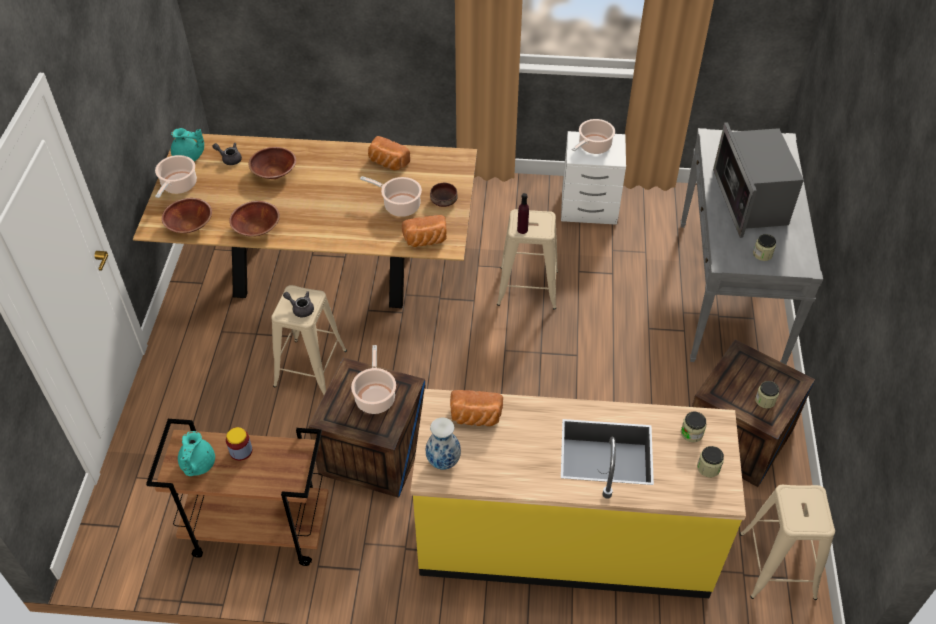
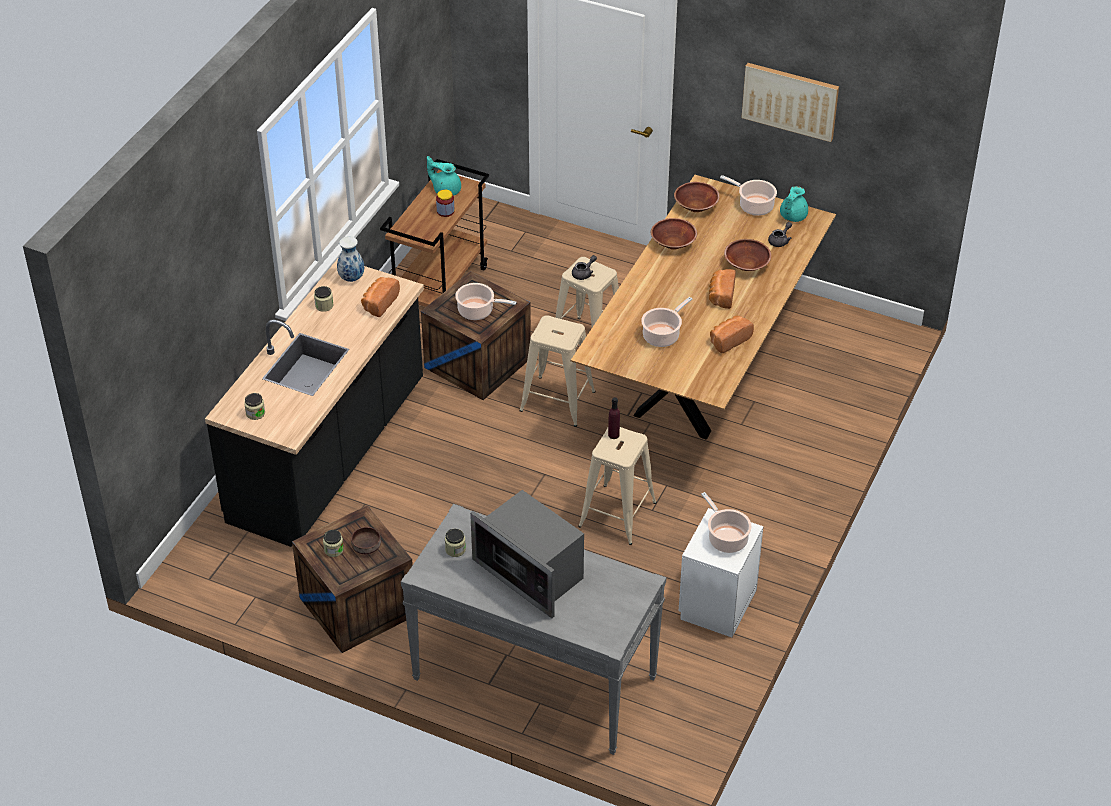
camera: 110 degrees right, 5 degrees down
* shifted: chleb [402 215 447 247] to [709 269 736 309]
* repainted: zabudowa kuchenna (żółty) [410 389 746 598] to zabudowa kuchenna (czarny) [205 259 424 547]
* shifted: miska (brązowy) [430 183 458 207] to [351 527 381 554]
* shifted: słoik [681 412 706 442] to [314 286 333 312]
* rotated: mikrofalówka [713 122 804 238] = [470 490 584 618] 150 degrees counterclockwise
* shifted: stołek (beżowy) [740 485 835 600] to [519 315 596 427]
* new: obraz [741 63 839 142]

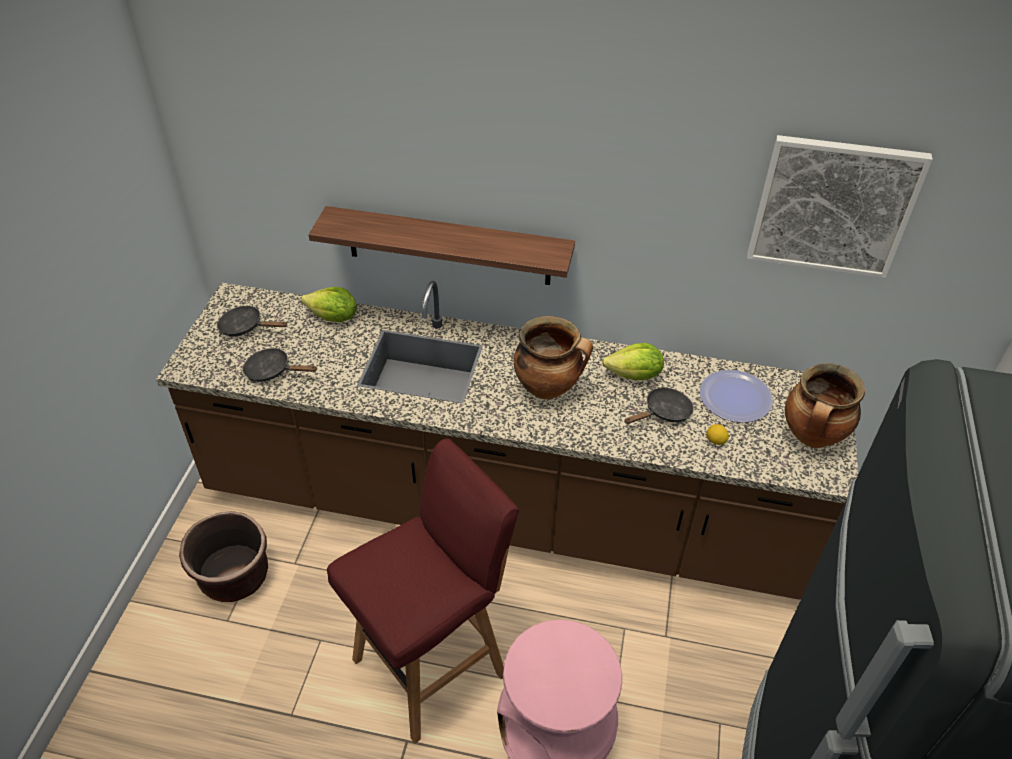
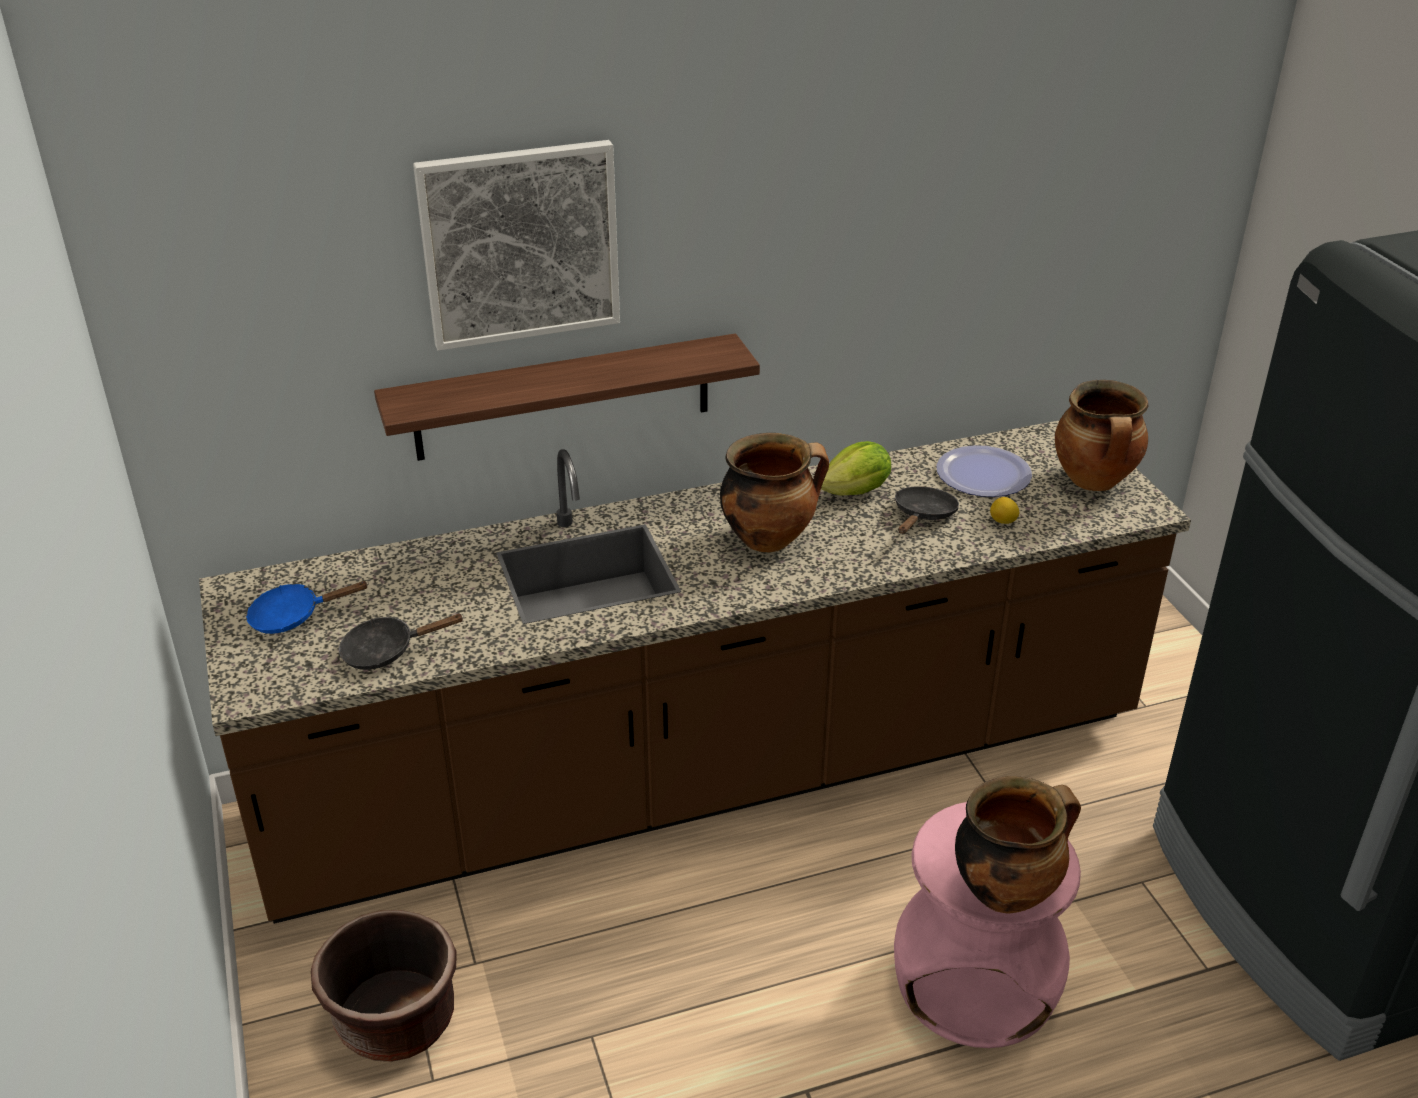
camera: 30 degrees left, 10 degrees down
* repainted: patelnia (czarny) [217 305 288 336] to patelnia (niebieski) [246 581 369 634]
* gone: sałata [301 287 357 322]
* gone: stołek (czerwony) [327 438 519 744]
* shifted: obraz [747 135 933 278] to [413 140 620 351]
* new: garnek [955 776 1081 914]

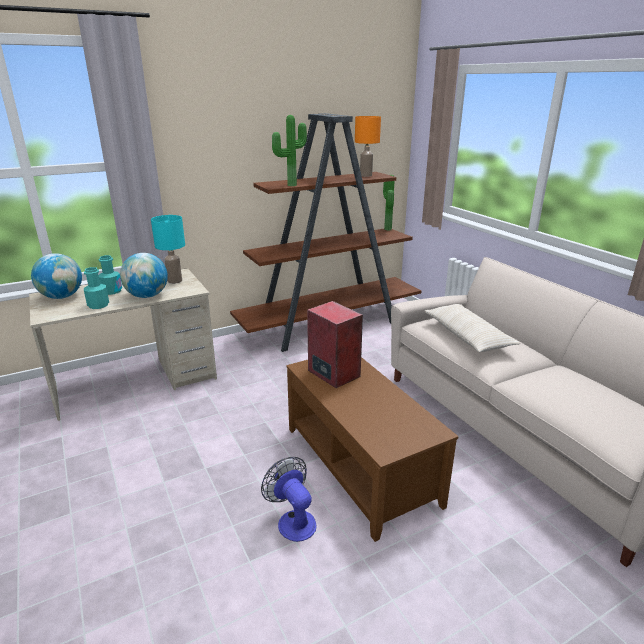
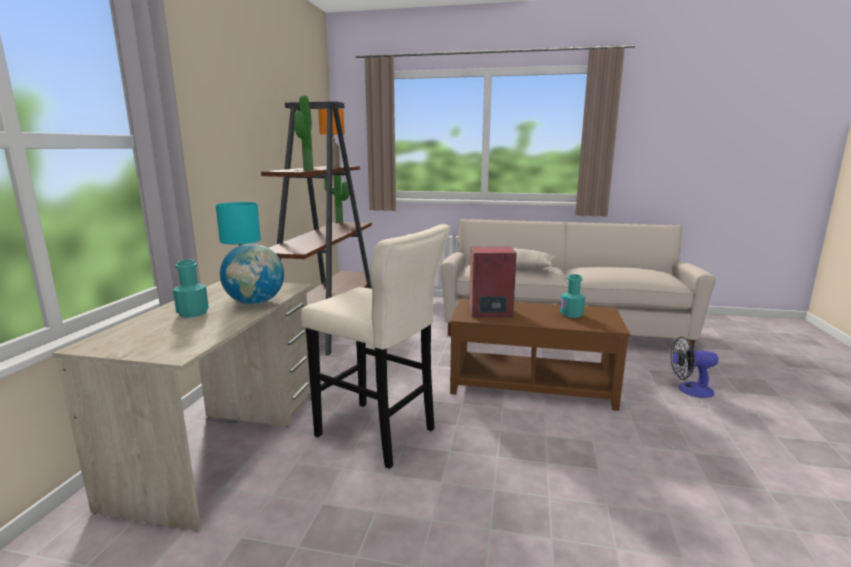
camera: 50 degrees left, 10 degrees down
* gone: globus [31 253 82 299]
* shifted: butelka (turkusowy) [84 267 109 309] to [560 274 585 318]
* shifted: wentylator [261 457 316 542] to [670 337 718 398]
* new: stołek (beżowy) [301 224 451 469]

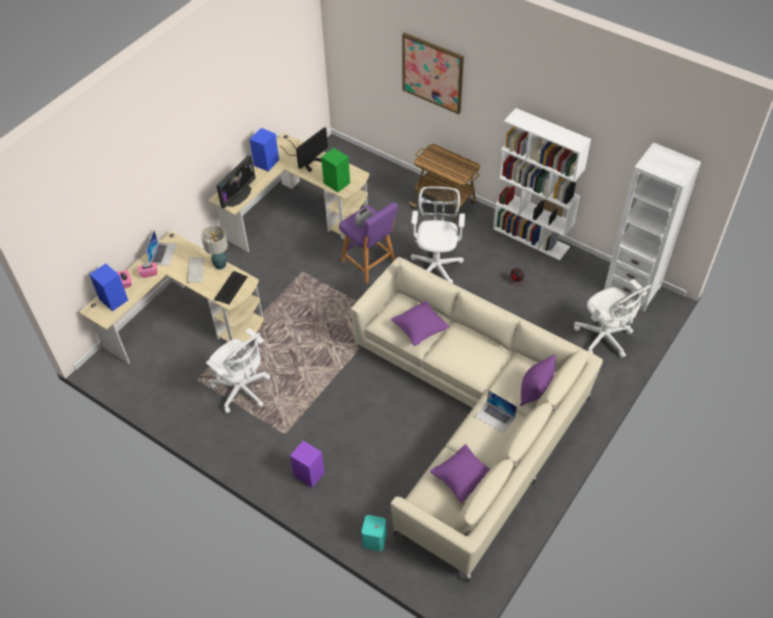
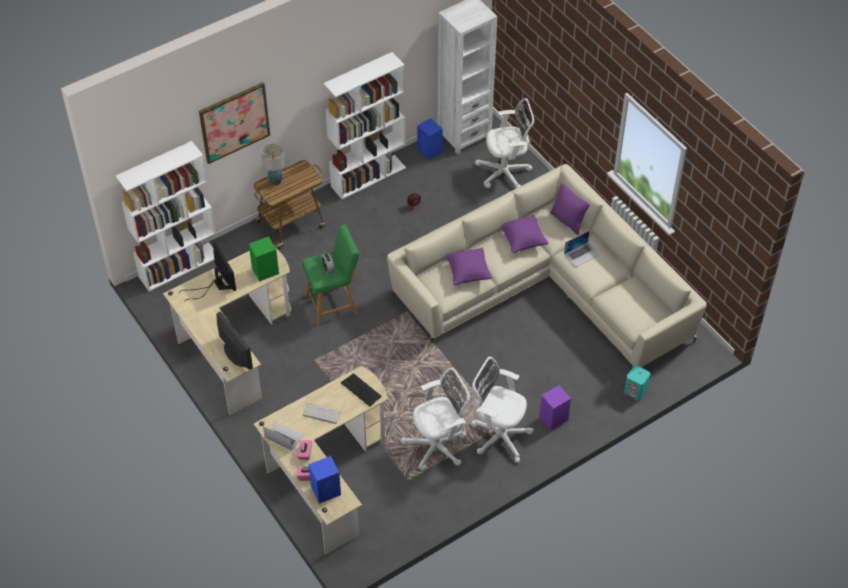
camera: 70 degrees left, 0 degrees up
* shifted: lampa stołowa [201 225 228 269] to [261 143 285 185]
* shifted: głośnik (niebieski) [249 128 279 171] to [417 118 443 160]
* repainted: stołek (fioletowy) [339 202 398 283] to stołek (zielony) [302 224 359 326]
* shifted: krzesło biurowe (biały) [411 186 465 283] to [471 357 534 463]
* shifted: poduszka (fioletowy) [430 444 490 503] to [501 215 549 253]
* new: regał (biały) [116 141 216 291]

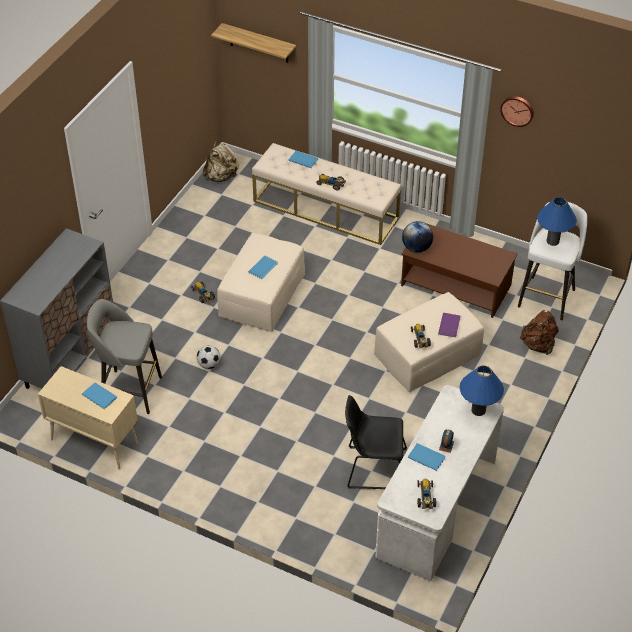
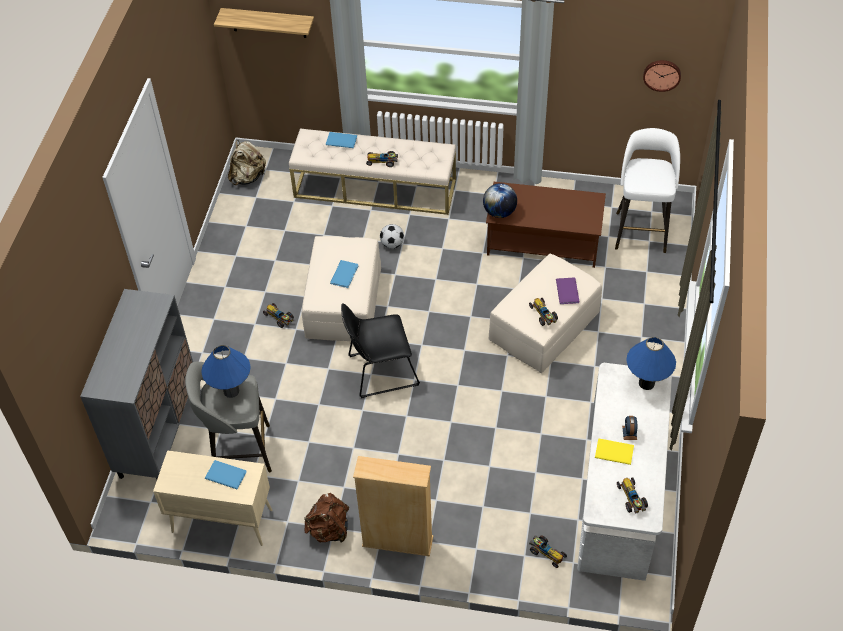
camera: 15 degrees left, 5 degrees up
* shifted: piłka futbolowa [197 345 220 369] to [380 224 404 249]
* shifted: krzesło (czarny) [345 395 407 489] to [341 304 420 398]
* repainted: książka (niebieski) [408 443 445 471] to książka (żółty) [595 439 634 465]
* shifted: zegar ścienny [500 96 534 127] to [643 60 681 92]
* shifted: plecak (brązowy) [520 310 559 355] to [304 493 349 543]
* shifted: lampa stołowa (niebieski) [537 197 577 246] to [201 345 251 398]
* new: regał (beżowy) [353 456 433 557]
* new: samochodzik [529 535 567 568]

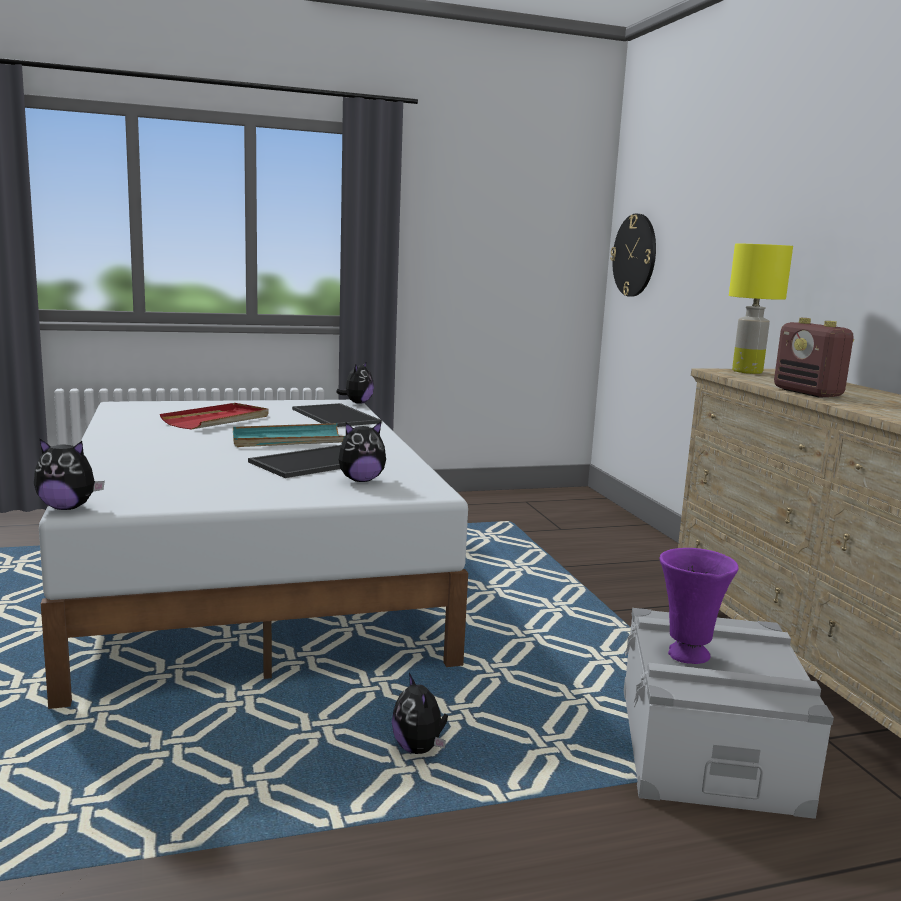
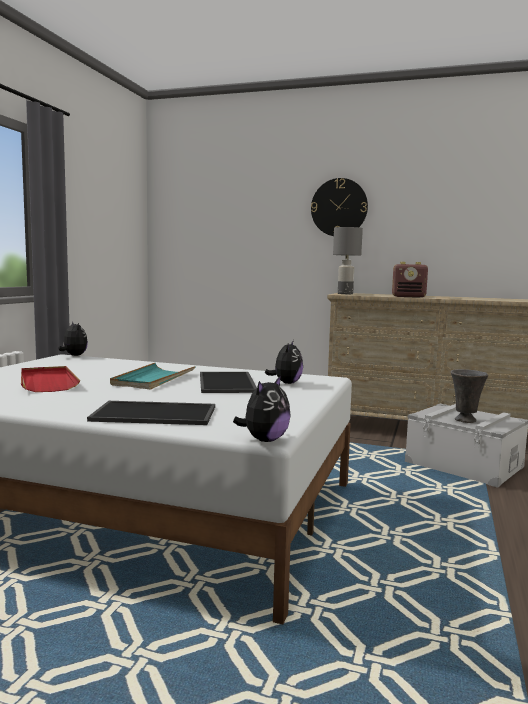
camera: 55 degrees left, 5 degrees down
* shifted: taca [292 403 382 427] to [87 401 215 425]
* gone: pluszak [392 673 448 754]
* shifted: zegar ścienny [610 214 656 297] to [311 178 368 236]
* repainted: wazon (fioletowy) [660 548 739 664] to wazon (szary) [451 369 488 423]
* repainted: lampa stołowa (żółty) [729 243 793 374] to lampa stołowa (szary) [333 227 363 294]

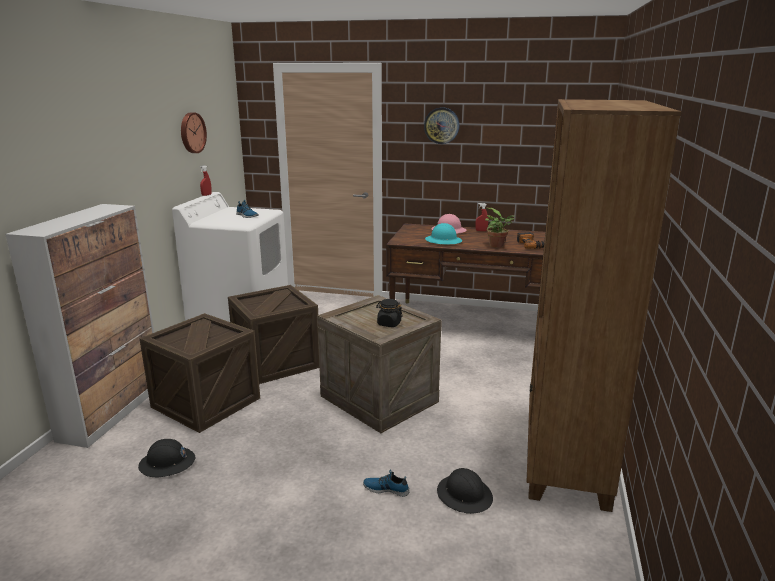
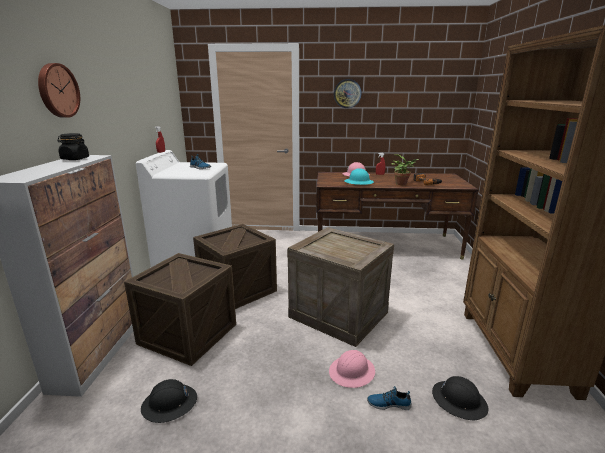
camera: 10 degrees left, 0 degrees up
* shifted: zegar ścienny [181 112 207 153] to [38 63 80 118]
* shifted: słoik (czarny) [376 299 403 327] to [58 133 89 160]
* new: kask (różowy) [329 350 375 388]

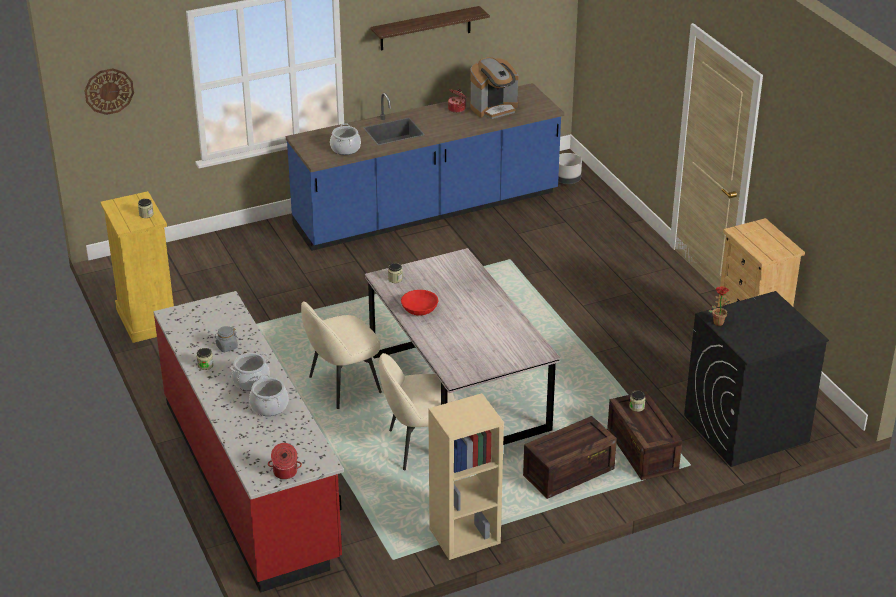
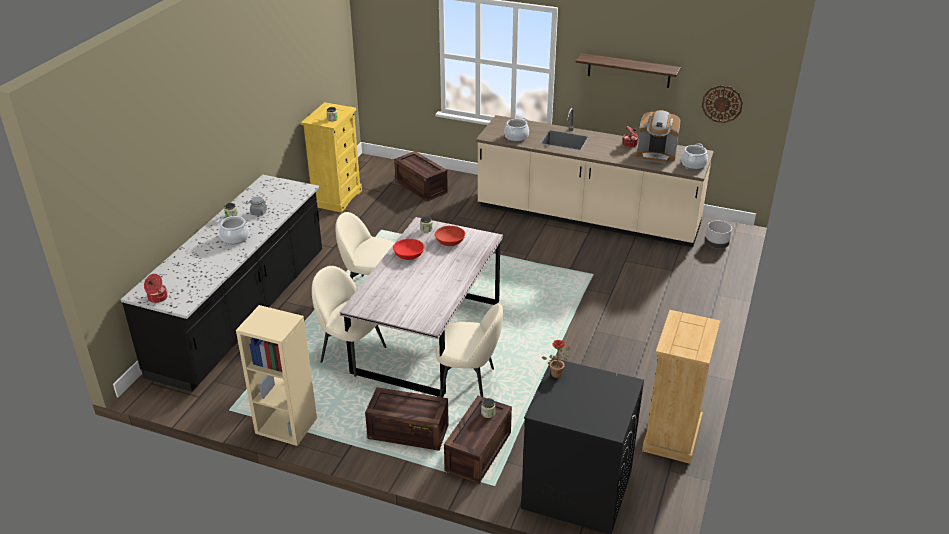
camera: 45 degrees right, 0 degrees up
* shifted: zegar ścienny [84 68 134 115] to [702 85 743 123]
* repainted: zabudowa kuchenna (czerwony) [154 291 344 593] to zabudowa kuchenna (czarny) [121 175 322 392]
* shifted: garnek [249 374 288 416] to [681 143 708 169]
* repainted: zabudowa kuchenna (niebieski) [286 83 564 251] to zabudowa kuchenna (beżowy) [476 108 714 247]
* new: skrzynka [394 151 448 202]
* new: miska (czerwony) [435 226 465 246]
* new: krzesło (beżowy) [436 303 503 397]

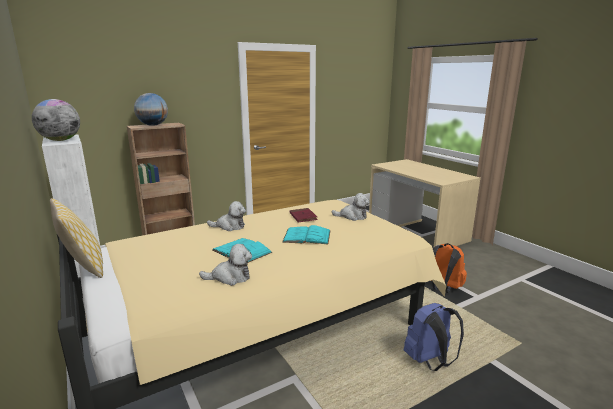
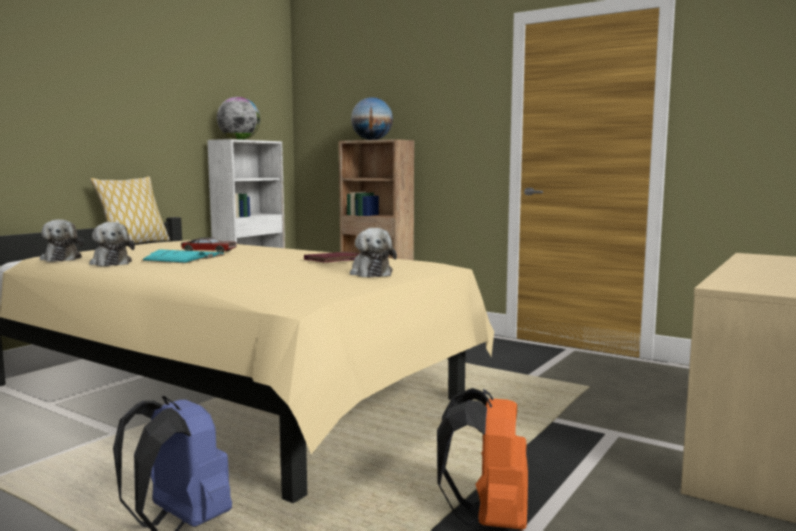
camera: 65 degrees right, 10 degrees down
* shifted: pluszak [207 201 246 231] to [40 220 84 262]
* gone: książka (turkusowy) [282 225 330 244]
* new: samochodzik [181 237 237 253]

